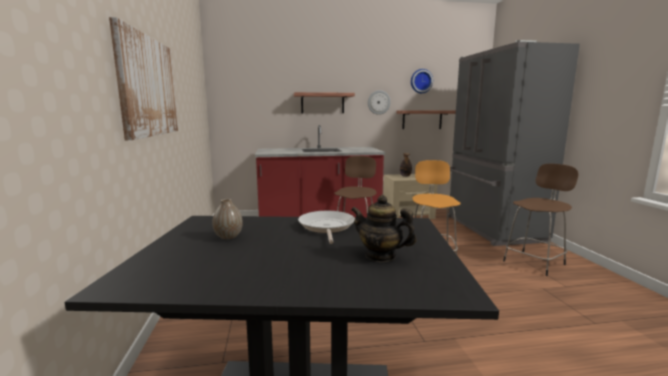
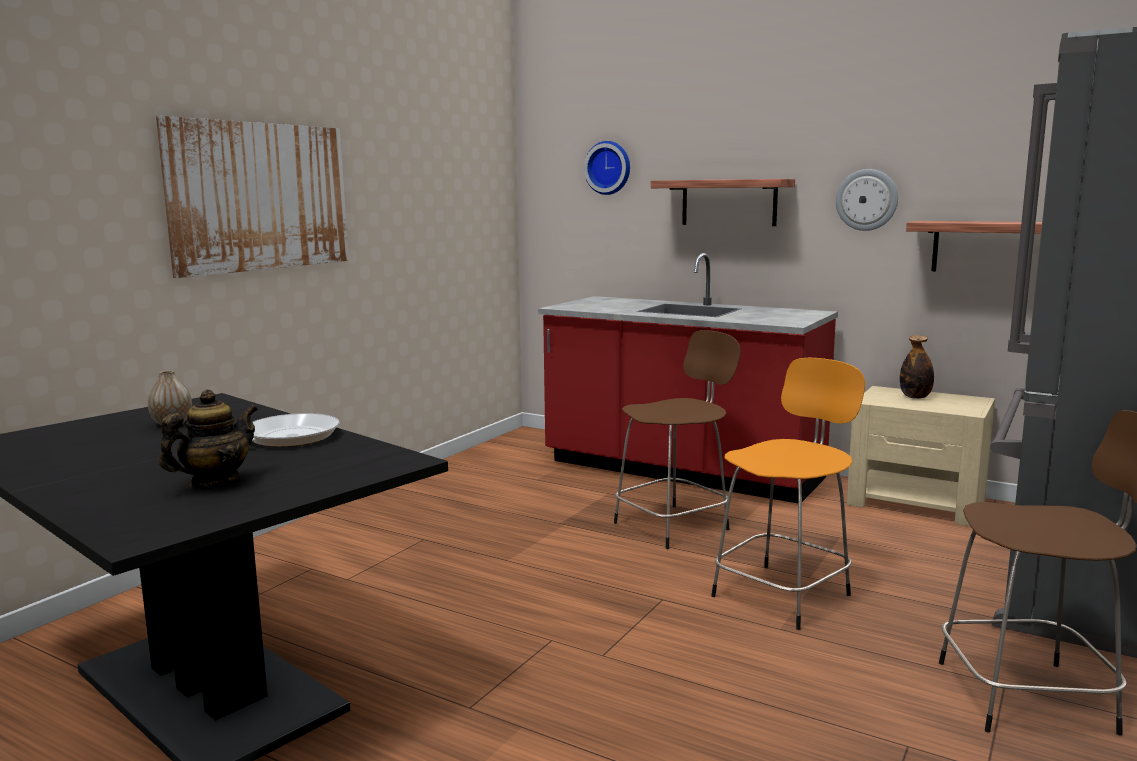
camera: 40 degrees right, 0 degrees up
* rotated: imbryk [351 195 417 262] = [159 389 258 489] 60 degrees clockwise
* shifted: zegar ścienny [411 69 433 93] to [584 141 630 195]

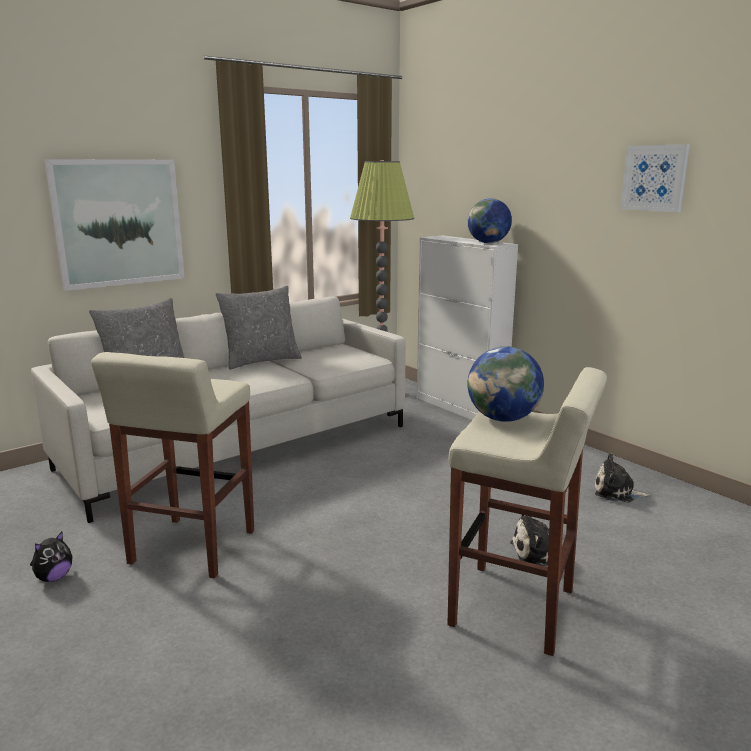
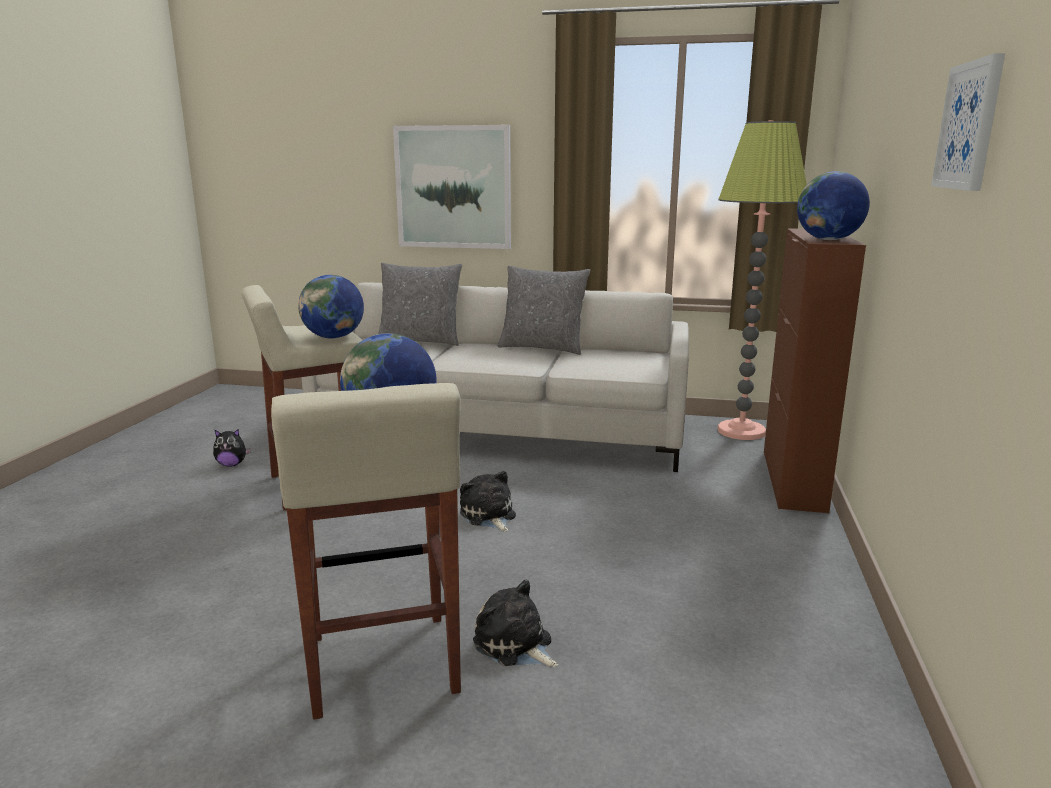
camera: 50 degrees right, 0 degrees up
* repainted: szafka (biały) [417 236 518 420] to szafka (brązowy) [764 228 866 513]
* shifted: pluszak [595 453 650 502] to [460 471 516 532]
* new: globus [298 275 364 339]

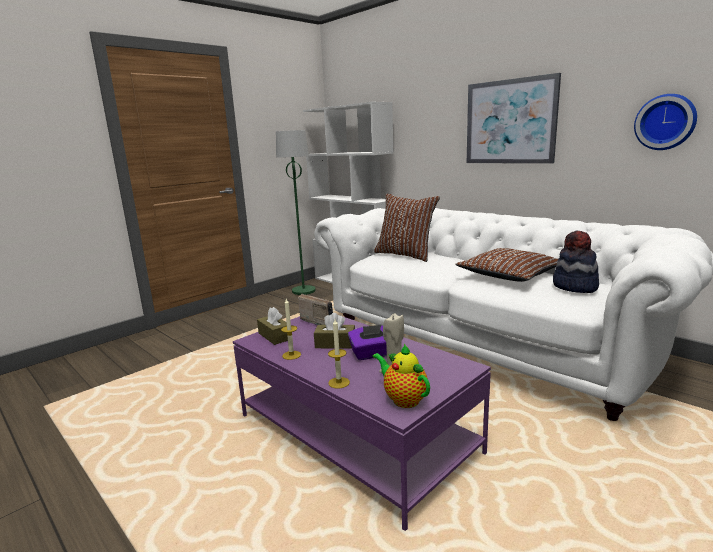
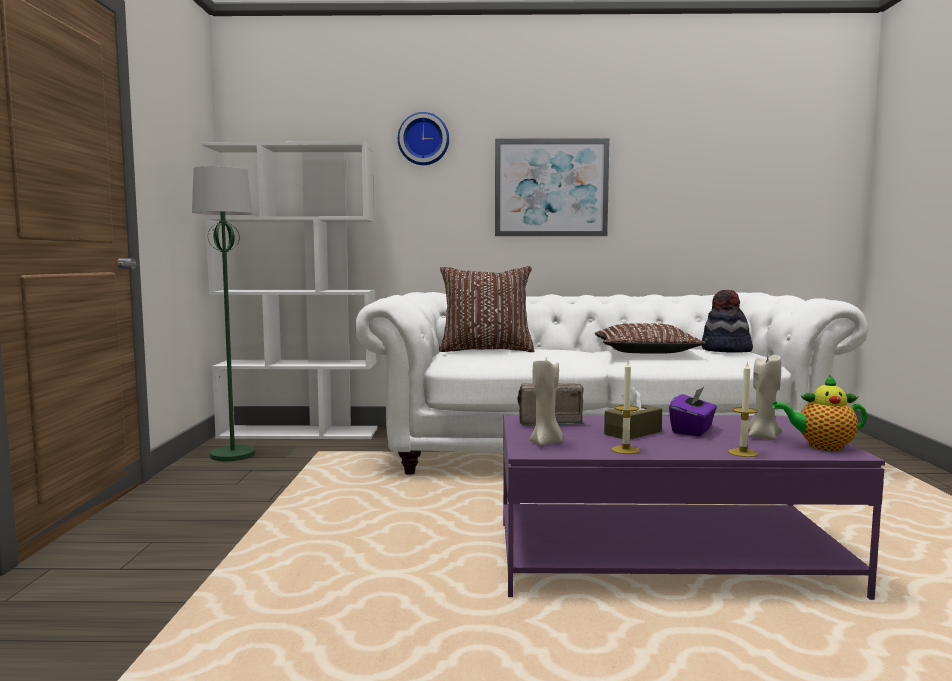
camera: 45 degrees left, 10 degrees down
* swapped: pudełko chusteczek (brązowy) [257 307 288 345] to świeca (beżowy) [530 360 563 446]
* shifted: zegar ścienny [634 94 697 150] to [398 112 449 165]

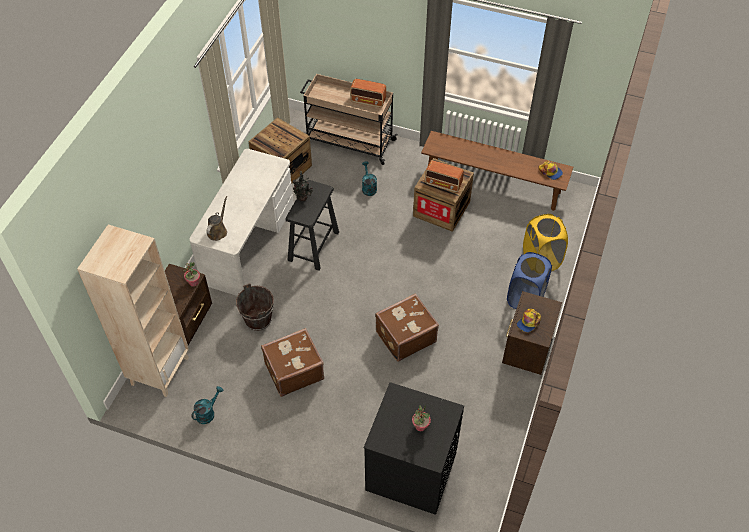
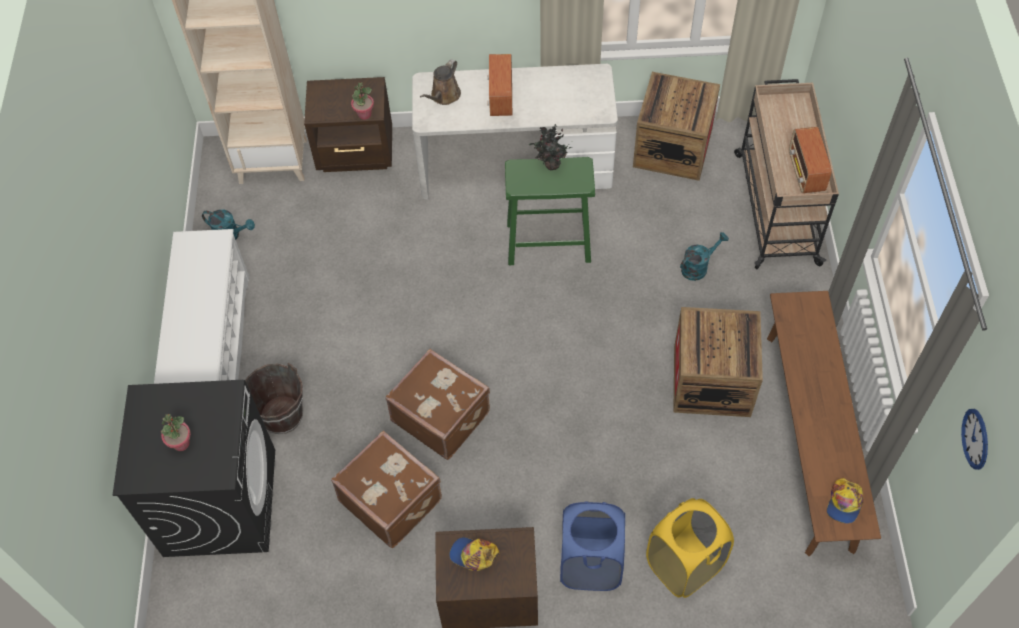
camera: 70 degrees right, 5 degrees up
* rotated: konewka (brązowy) [206 196 227 241] = [420 59 461 105] 120 degrees clockwise
* shifted: wiadro (brązowy) [236 283 274 331] to [245 362 303 434]
* shifted: walizka (brązowy) [261 328 324 397] to [331 431 442 548]
* repainted: stołek (czarny) [286 180 339 271] to stołek (zielony) [505 157 595 265]
* shifted: radio [425 160 464 192] to [487 54 512 116]
* new: regał na buty (biały) [154 229 249 384]
* new: zegar ścienny [961 409 988 470]

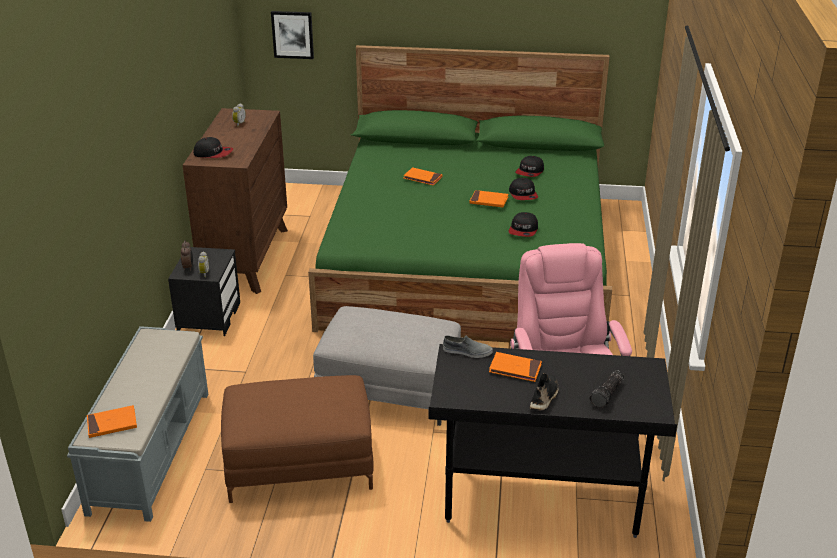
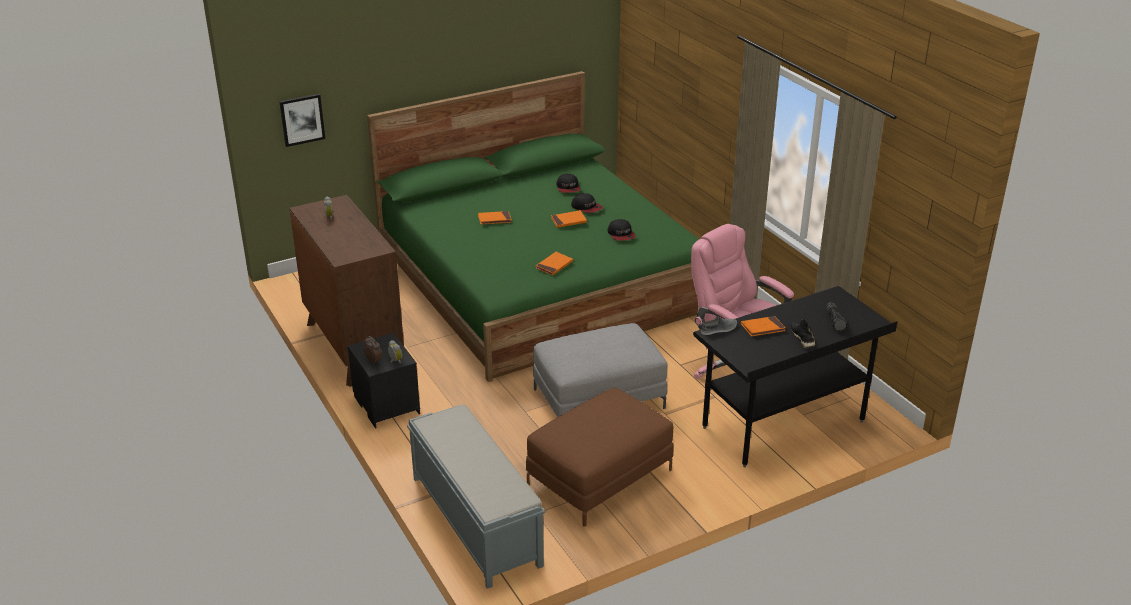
camera: 35 degrees left, 0 degrees up
* shifted: książka (pomarańczowy) [87 405 137 438] to [536 252 573 275]
* gone: czapka z daszkiem [193 137 233 158]

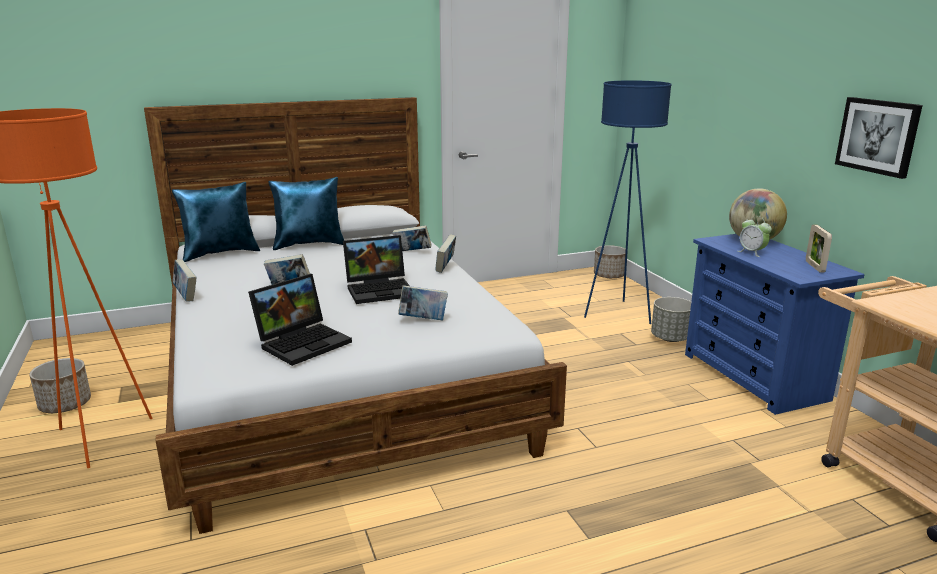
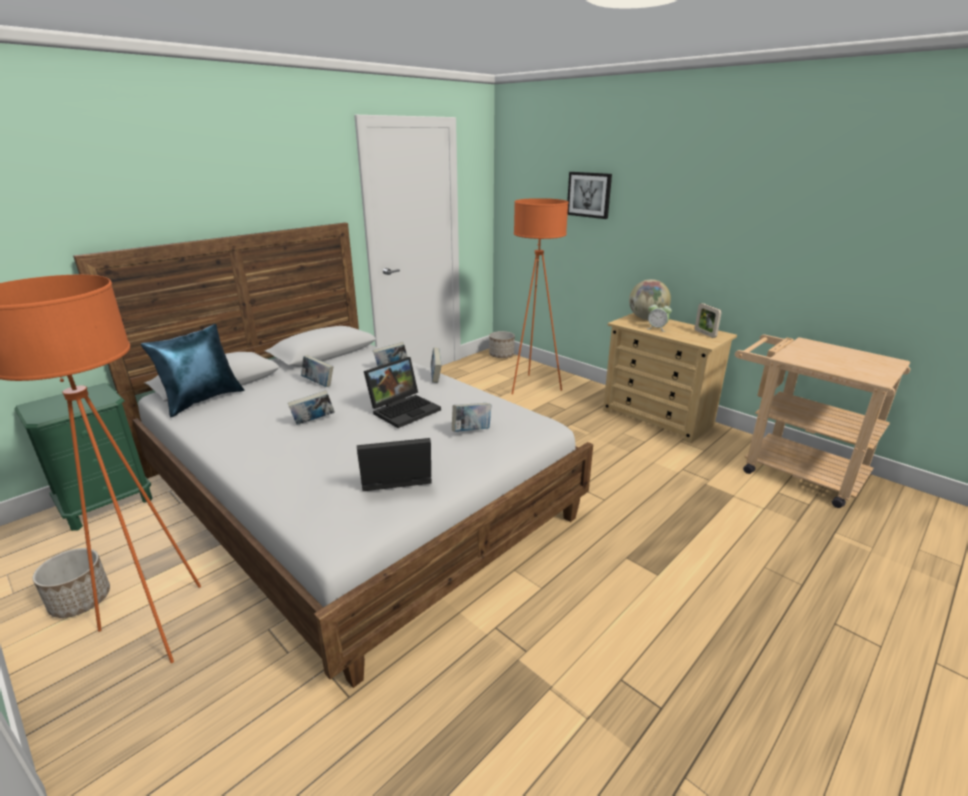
camera: 25 degrees left, 5 degrees up
* shifted: książka [173 260 197 302] to [301 355 333 387]
* rotated: laptop [248 274 352 366] = [357 438 432 491] 120 degrees counterclockwise
* gone: poduszka (niebieski) [269 177 344 250]
* repainted: lampa stojąca (niebieski) [584 80 672 324] to lampa stojąca (pomarańczowy) [512 198 569 394]
* gone: donica (szary) [651 297 691 342]
* repainted: komoda (niebieski) [685 234 865 415] to komoda (beżowy) [603 313 737 443]
* shifted: obraz [835 97 923 179] to [567 172 612 219]
* new: szafka nocna (zielony) [14 383 153 531]

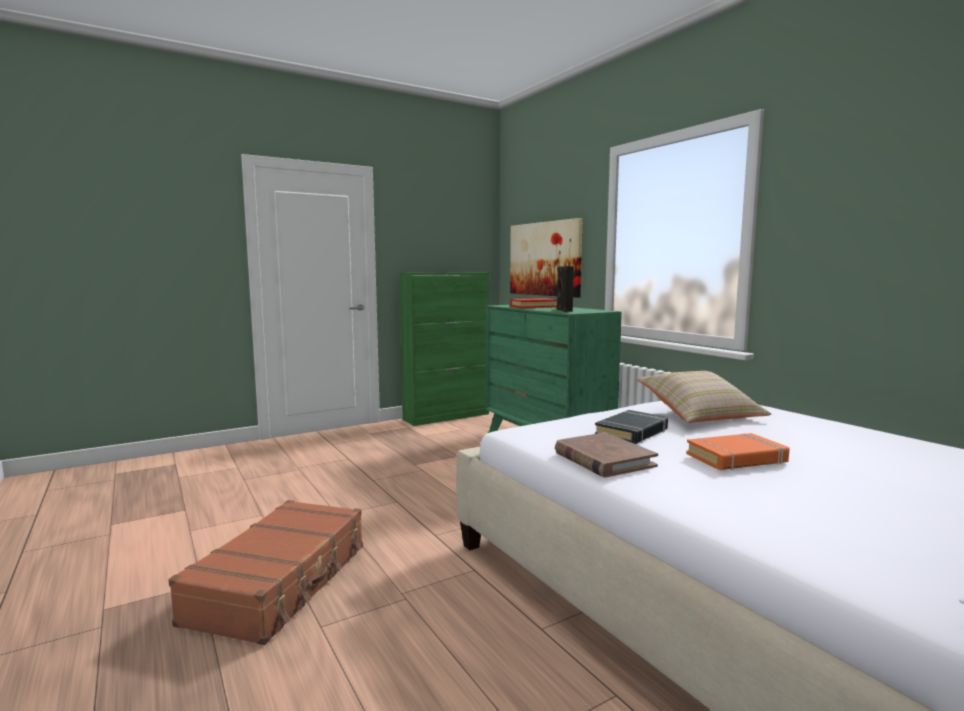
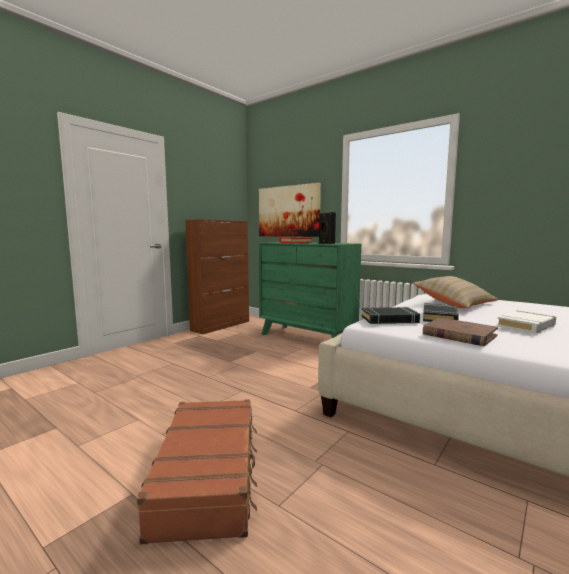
camera: 20 degrees left, 0 degrees up
* repainted: szafka (zielony) [399 273 489 426] to szafka (brązowy) [185 219 249 334]
* repainted: książka (pomarańczowy) [686 433 790 470] to książka (biały) [497 310 556 334]
* new: książka (czarny) [362 307 420 324]

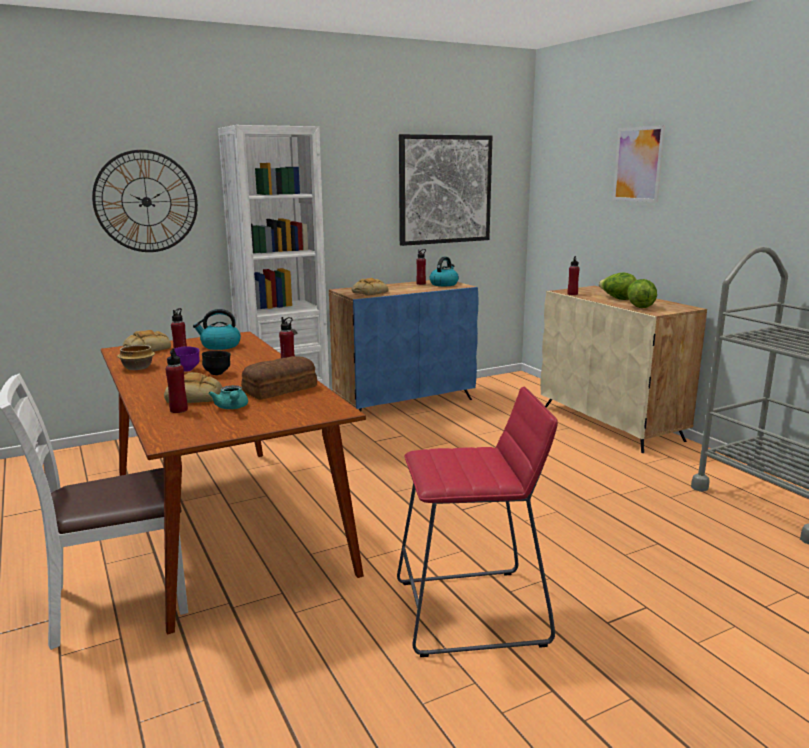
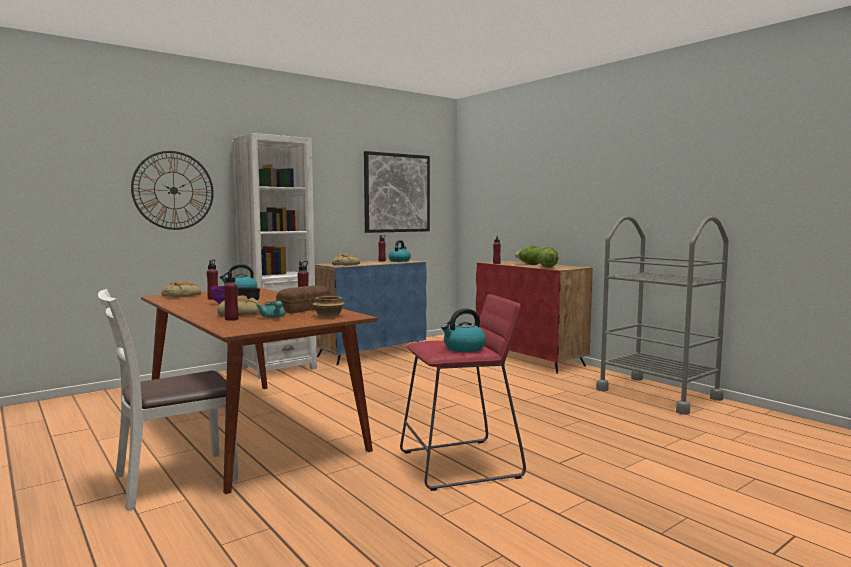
camera: 10 degrees left, 10 degrees down
* shifted: miska [117 345 155 370] to [312 296 345 317]
* repainted: szafka (beżowy) [540 286 707 453] to szafka (czerwony) [476 260 593 374]
* gone: obraz [613 125 665 202]
* new: czajnik [441 308 486 352]

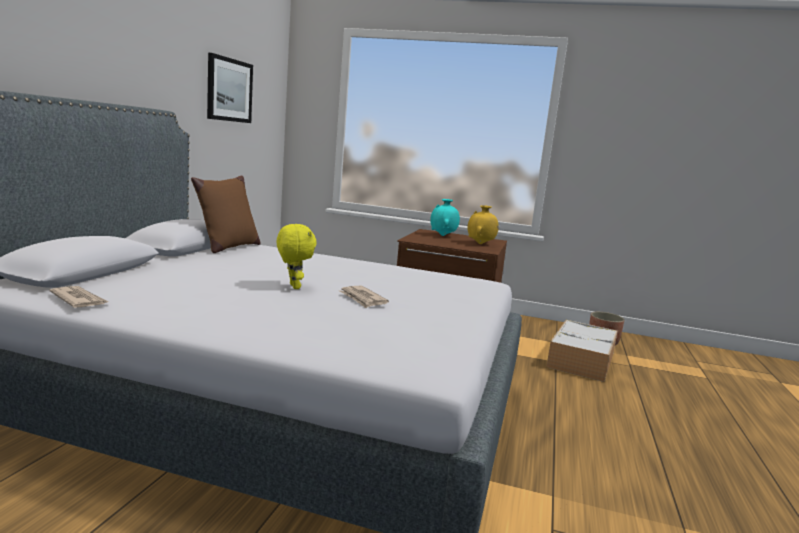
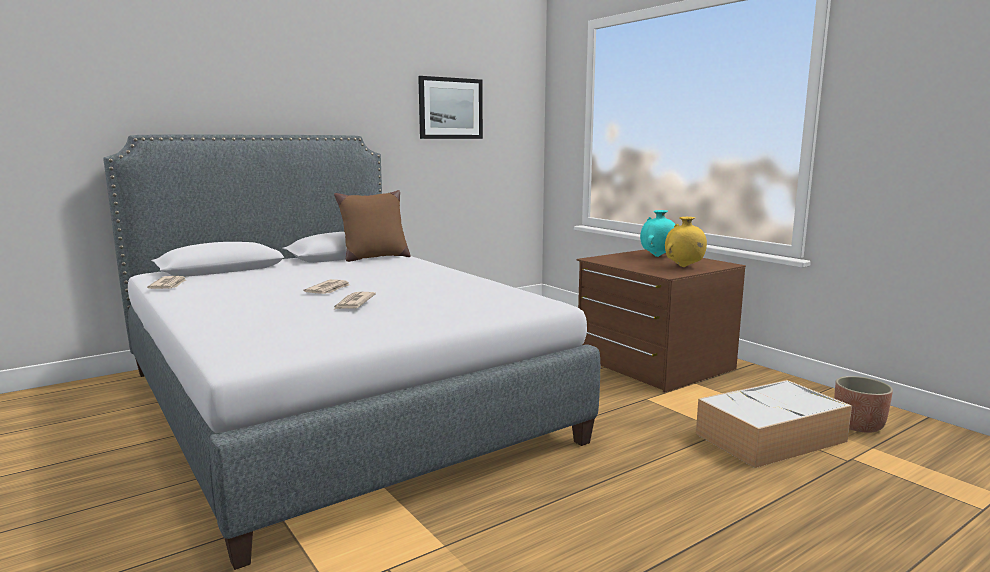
camera: 40 degrees right, 0 degrees up
* swapped: pluszak (żółty) [277 224 317 289] to gazeta [303 279 349 294]

